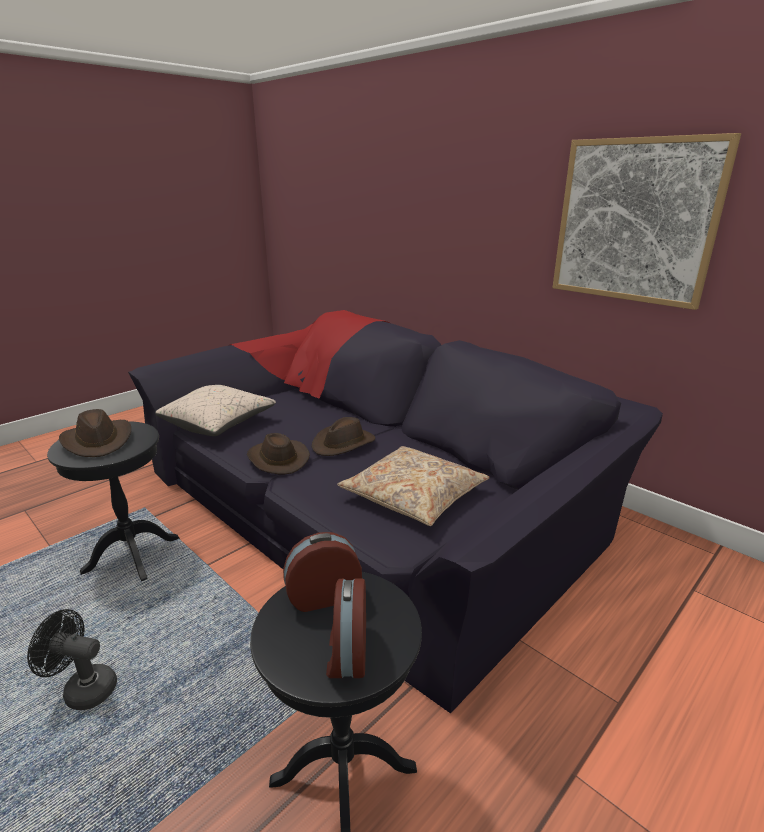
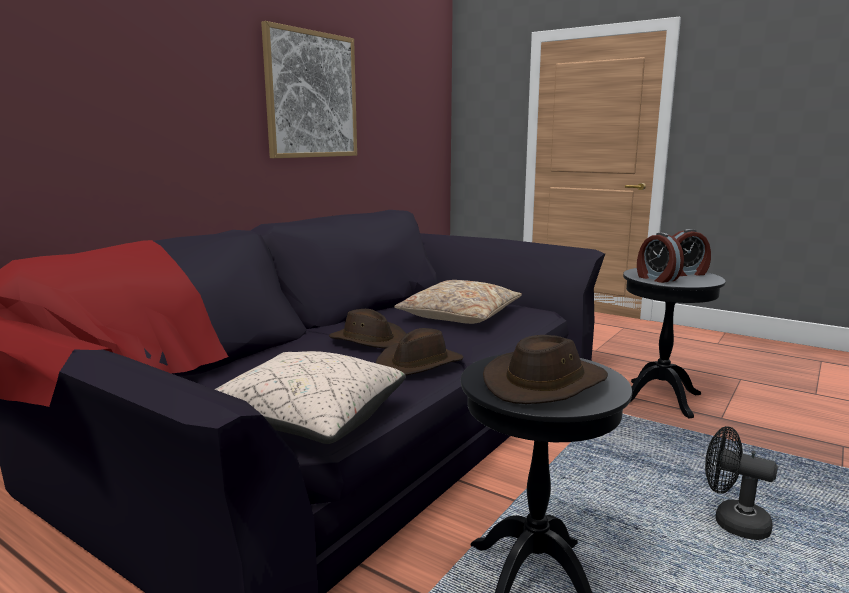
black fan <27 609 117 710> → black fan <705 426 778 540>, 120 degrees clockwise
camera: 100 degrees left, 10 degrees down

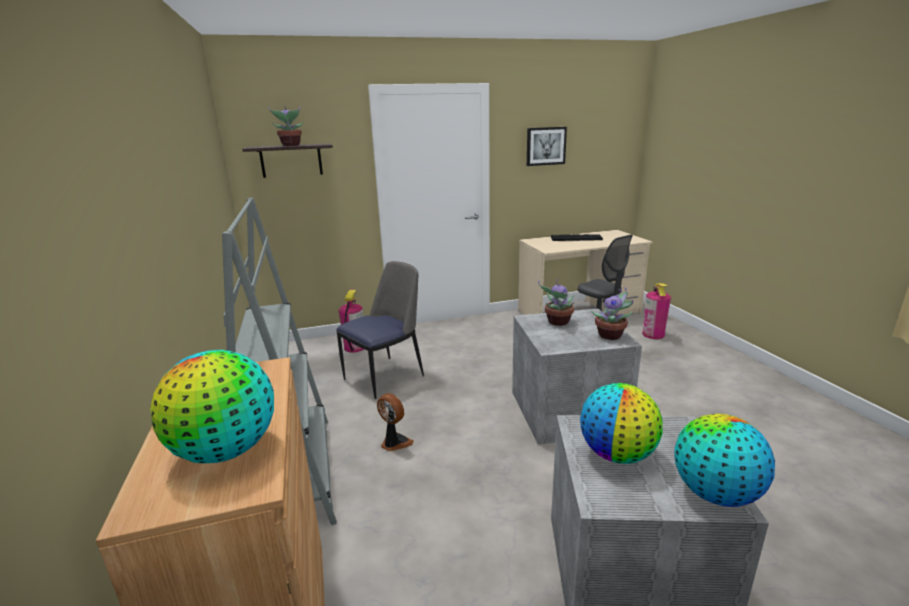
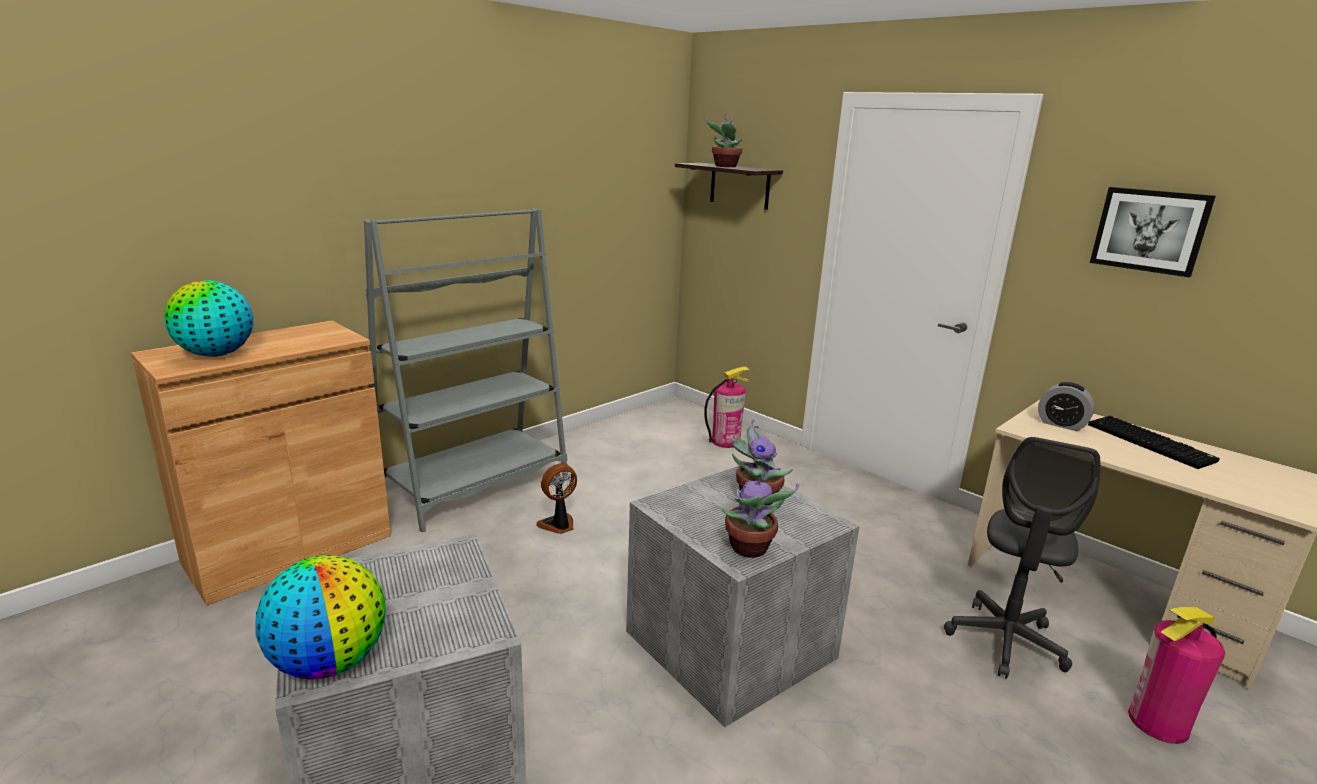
chair <336 261 424 399> → -
globe <580 383 663 464> → -
- → alarm clock <1038 382 1095 431>
fan <377 393 414 452> → fan <536 463 577 534>, 135 degrees counterclockwise
camera: 60 degrees right, 0 degrees up

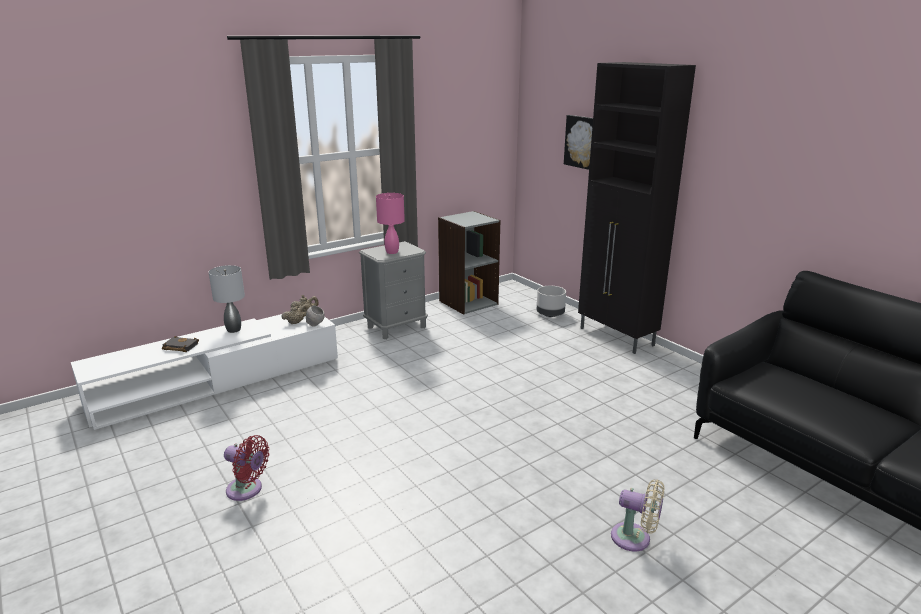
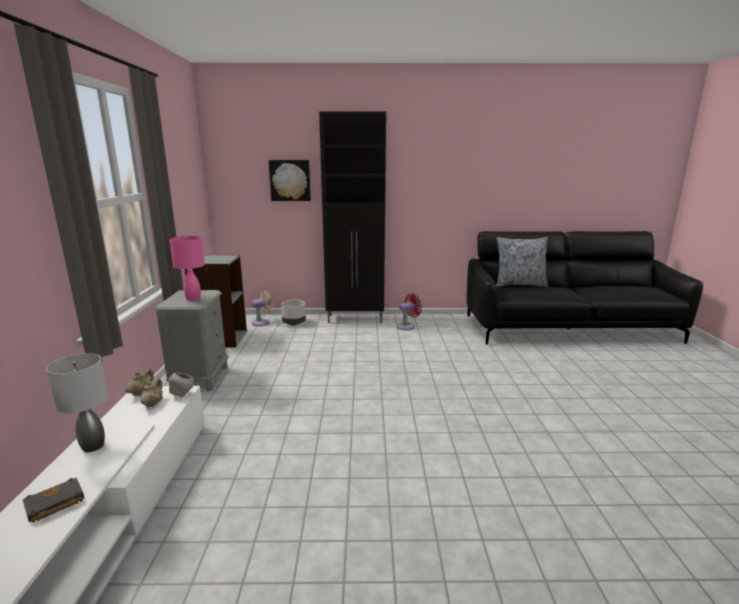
- → pillow <496 237 548 287>
red fan <224 435 269 501> → red fan <397 294 422 330>, moved
beige fan <611 480 664 552> → beige fan <252 290 273 326>, moved
camera: 55 degrees left, 5 degrees down

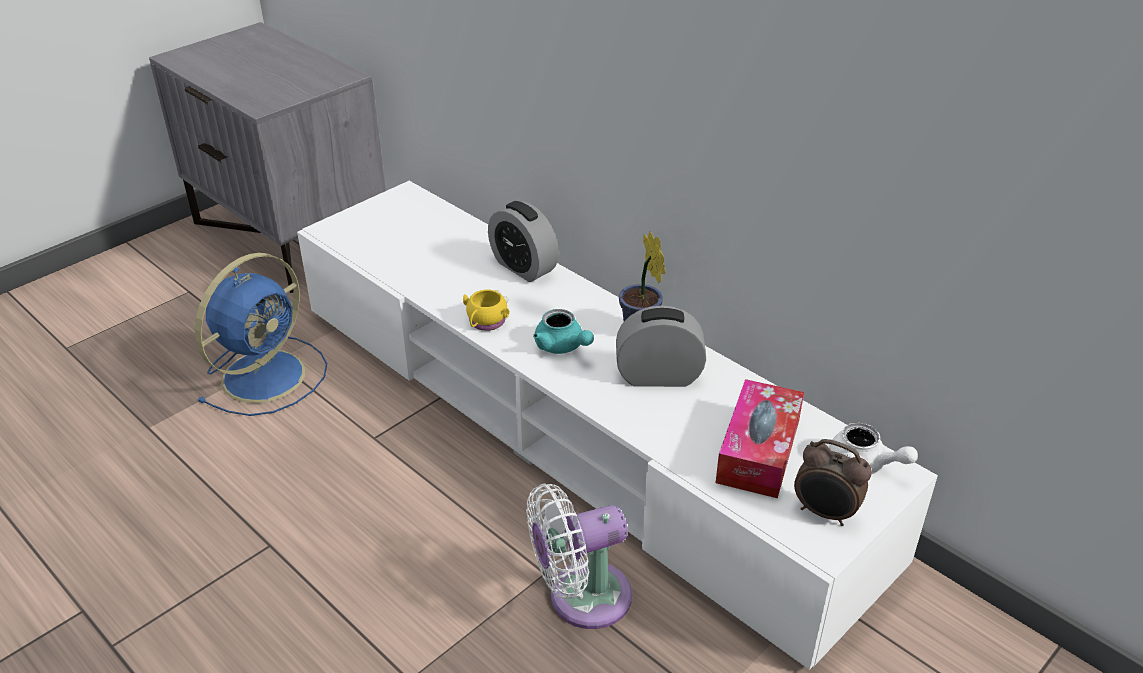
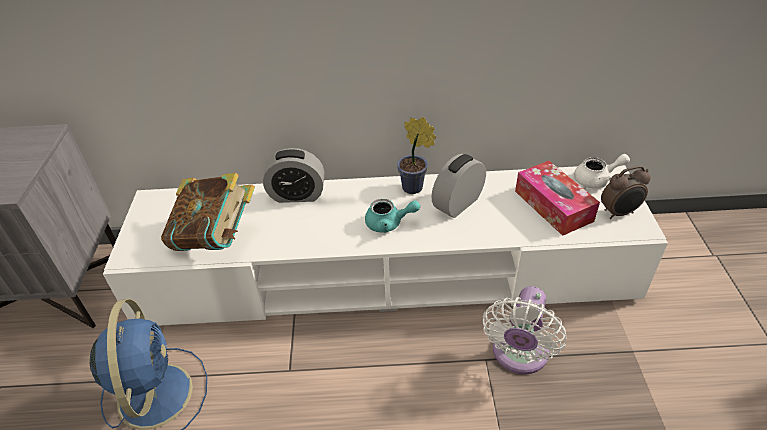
yellow mug <463 289 510 331> → -
- → book <161 173 255 251>
camera: 45 degrees left, 5 degrees up

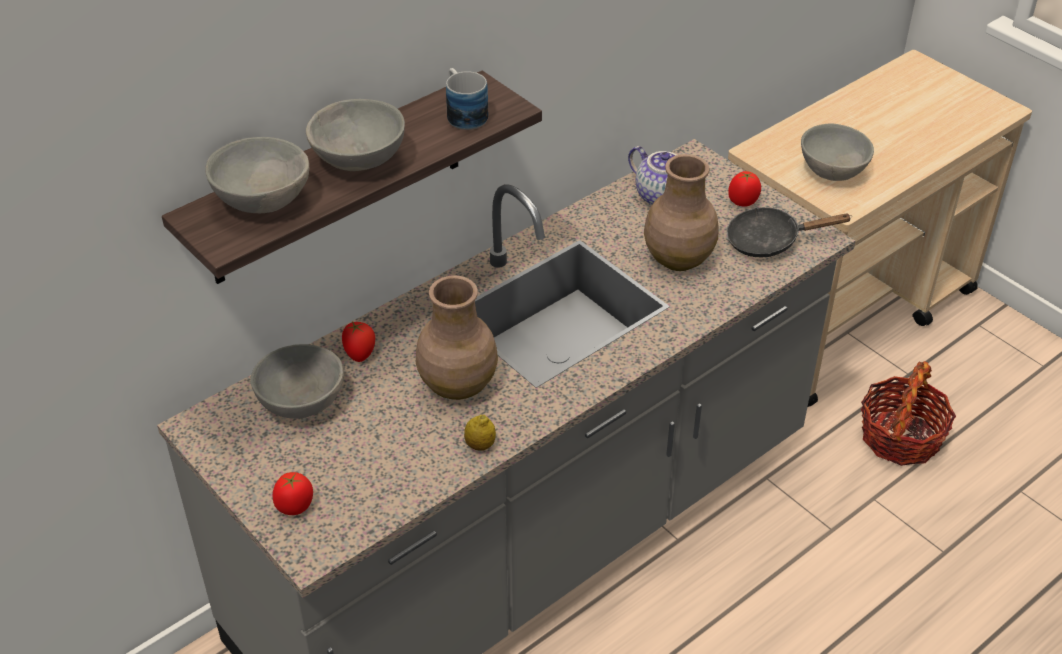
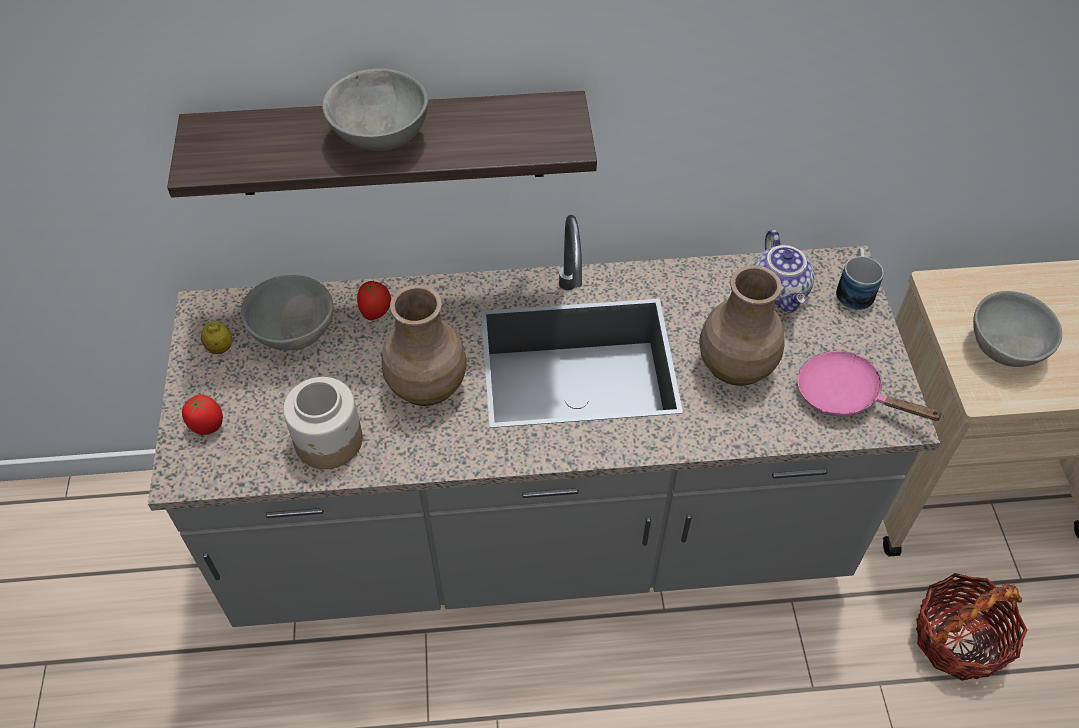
grey bowl <205 137 309 213> → -
tomato <728 171 761 207> → -
- → jar <283 377 363 469>
mug <446 68 488 130> → mug <836 247 884 310>, moved
lemon <464 415 496 451> → lemon <201 321 232 354>, moved
black frying pan <726 207 852 257> → pink frying pan <797 351 944 421>
camera: 35 degrees right, 10 degrees up

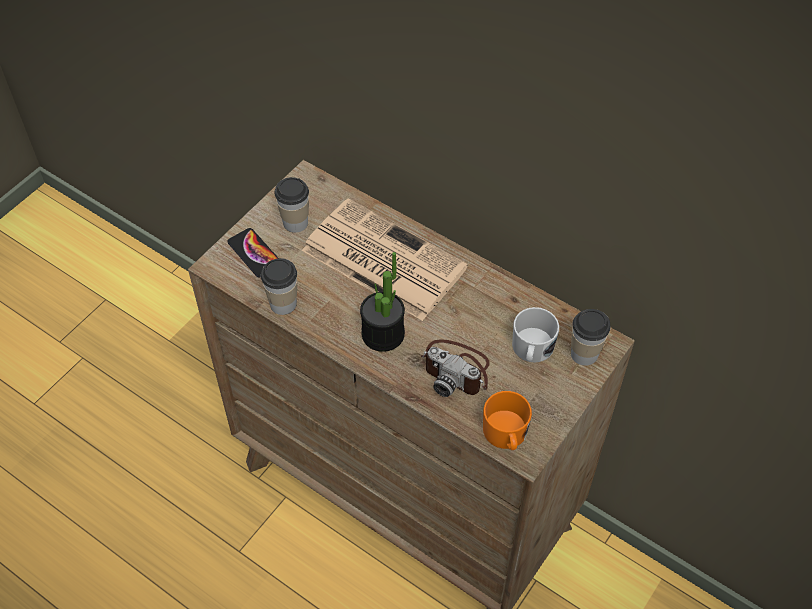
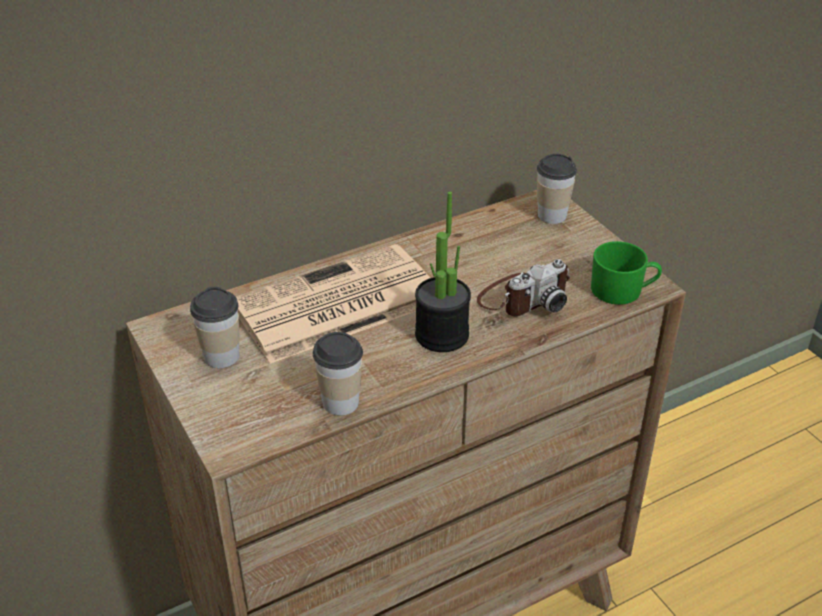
phone <227 228 278 278> → -
white mug <512 307 559 363> → -
orange mug <483 391 532 450> → green mug <591 241 662 305>
camera: 65 degrees left, 15 degrees down

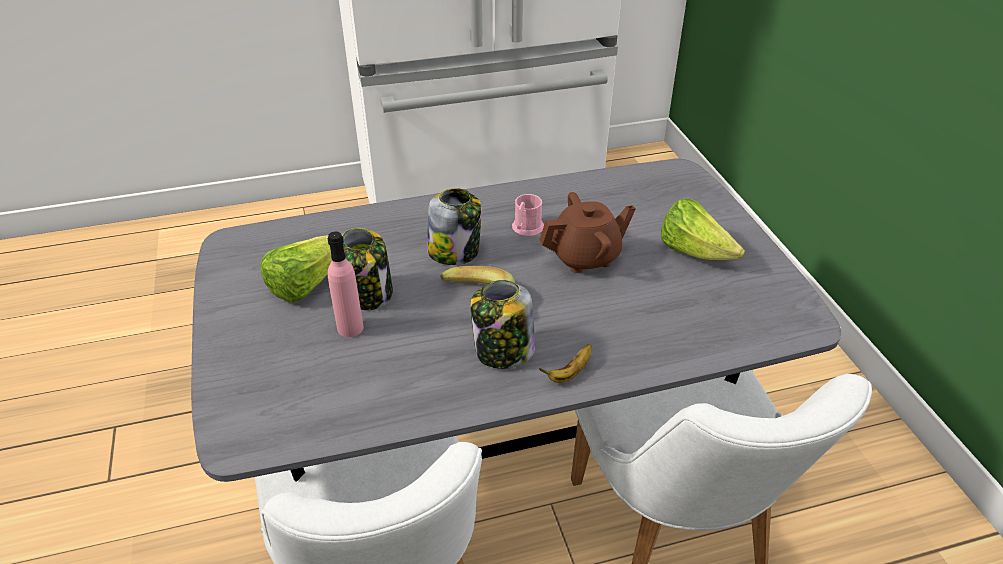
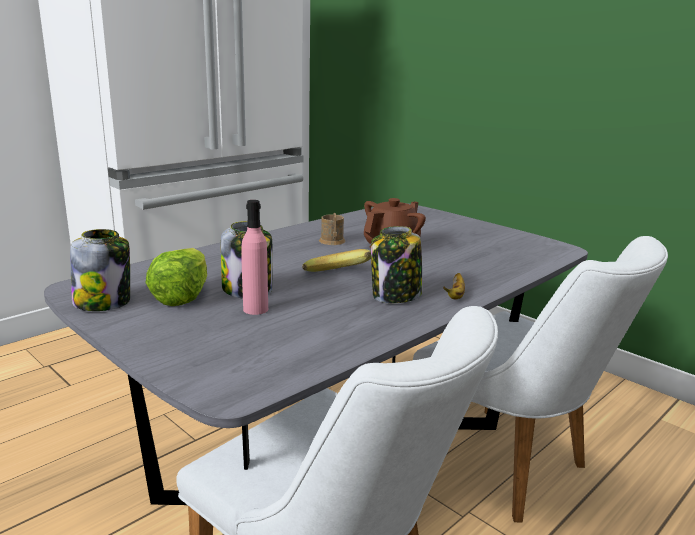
lettuce <661 198 745 260> → -
jar <427 188 482 265> → jar <70 229 130 311>, moved
pink mug <512 194 544 236> → brown mug <319 213 346 245>
camera: 30 degrees left, 20 degrees down

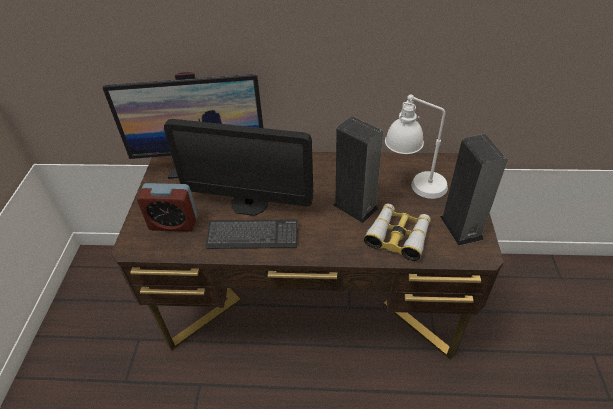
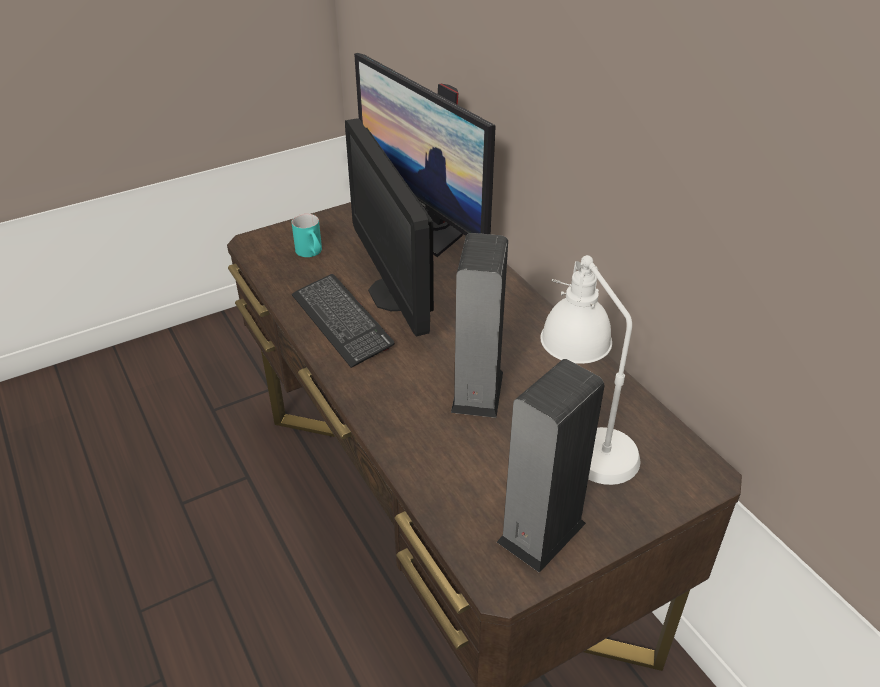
binoculars <364 204 431 261> → -
alarm clock <137 183 198 232> → turquoise mug <291 214 322 257>
camera: 55 degrees right, 5 degrees down

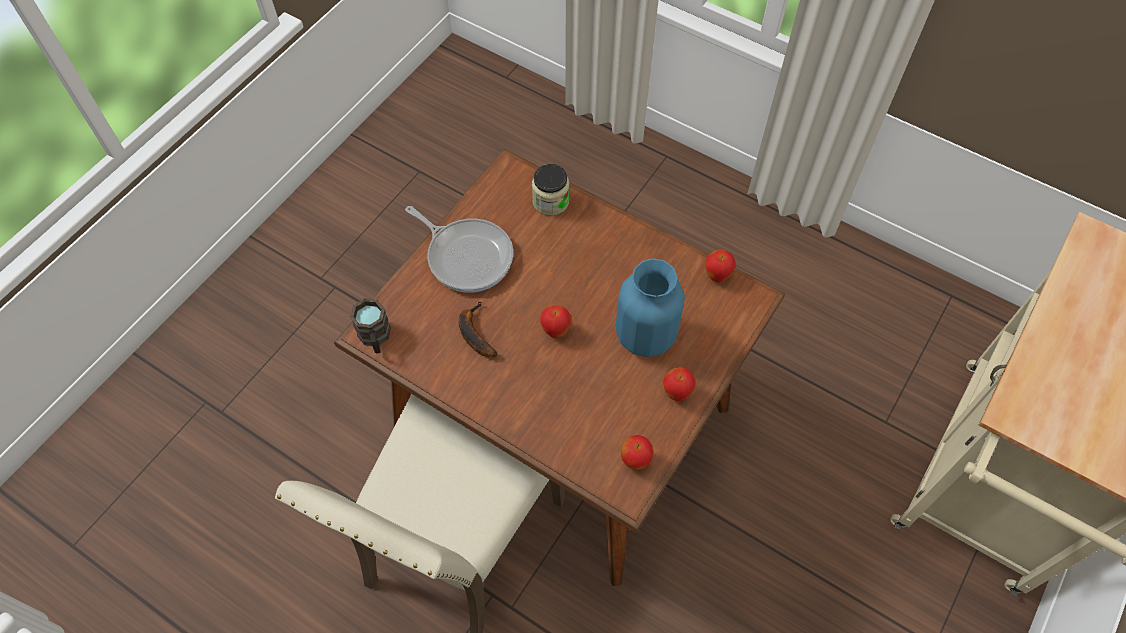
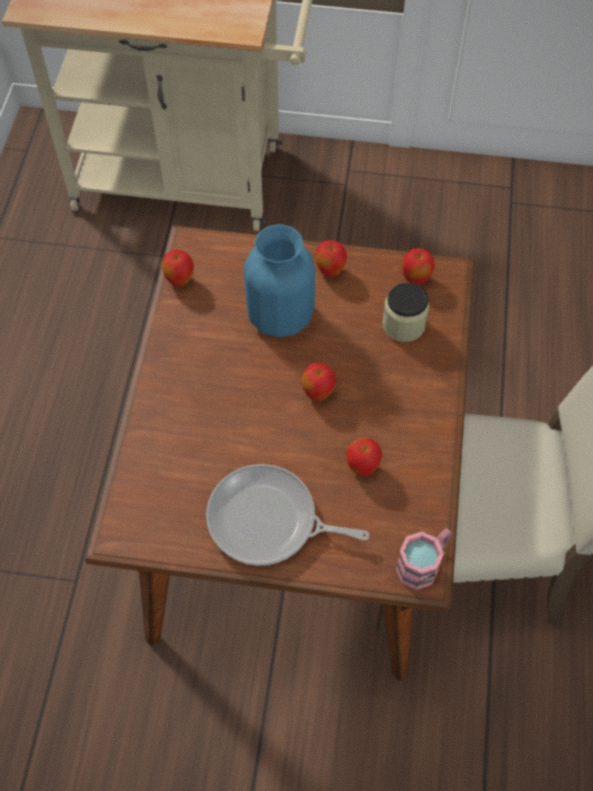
jar <532 164 569 216> → jar <382 283 429 342>, moved
banana <459 301 498 358> → apple <346 437 382 476>
brown mug <350 298 391 354> → pink mug <396 529 451 590>
frying pan <405 206 513 293> → frying pan <206 464 369 566>, 90 degrees counterclockwise
camera: 115 degrees left, 0 degrees up

